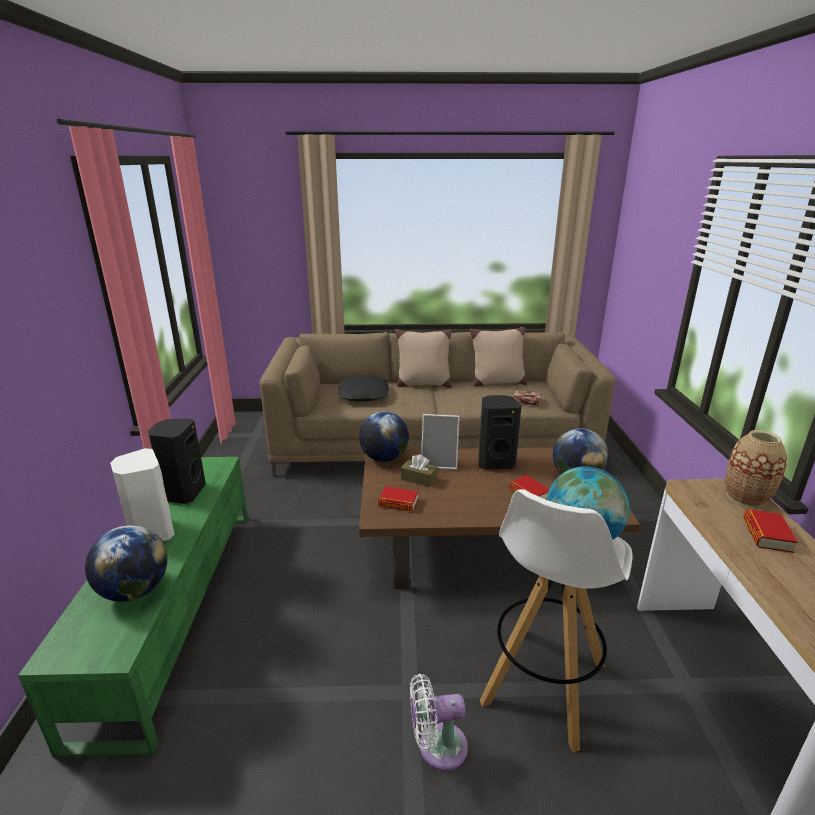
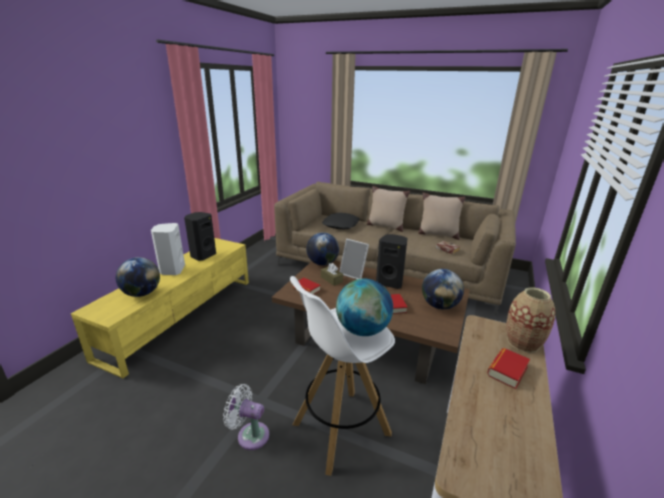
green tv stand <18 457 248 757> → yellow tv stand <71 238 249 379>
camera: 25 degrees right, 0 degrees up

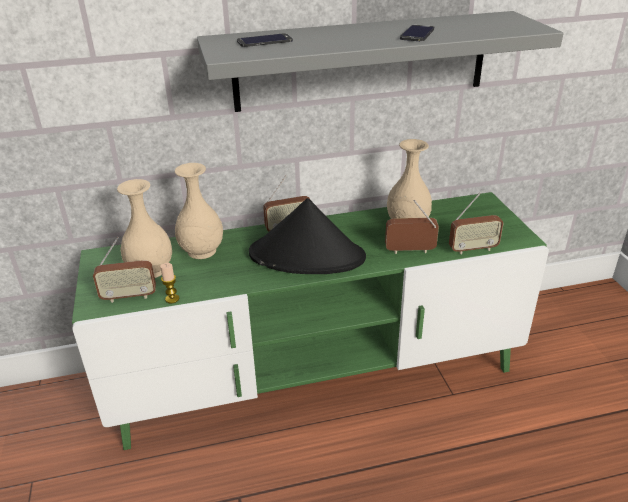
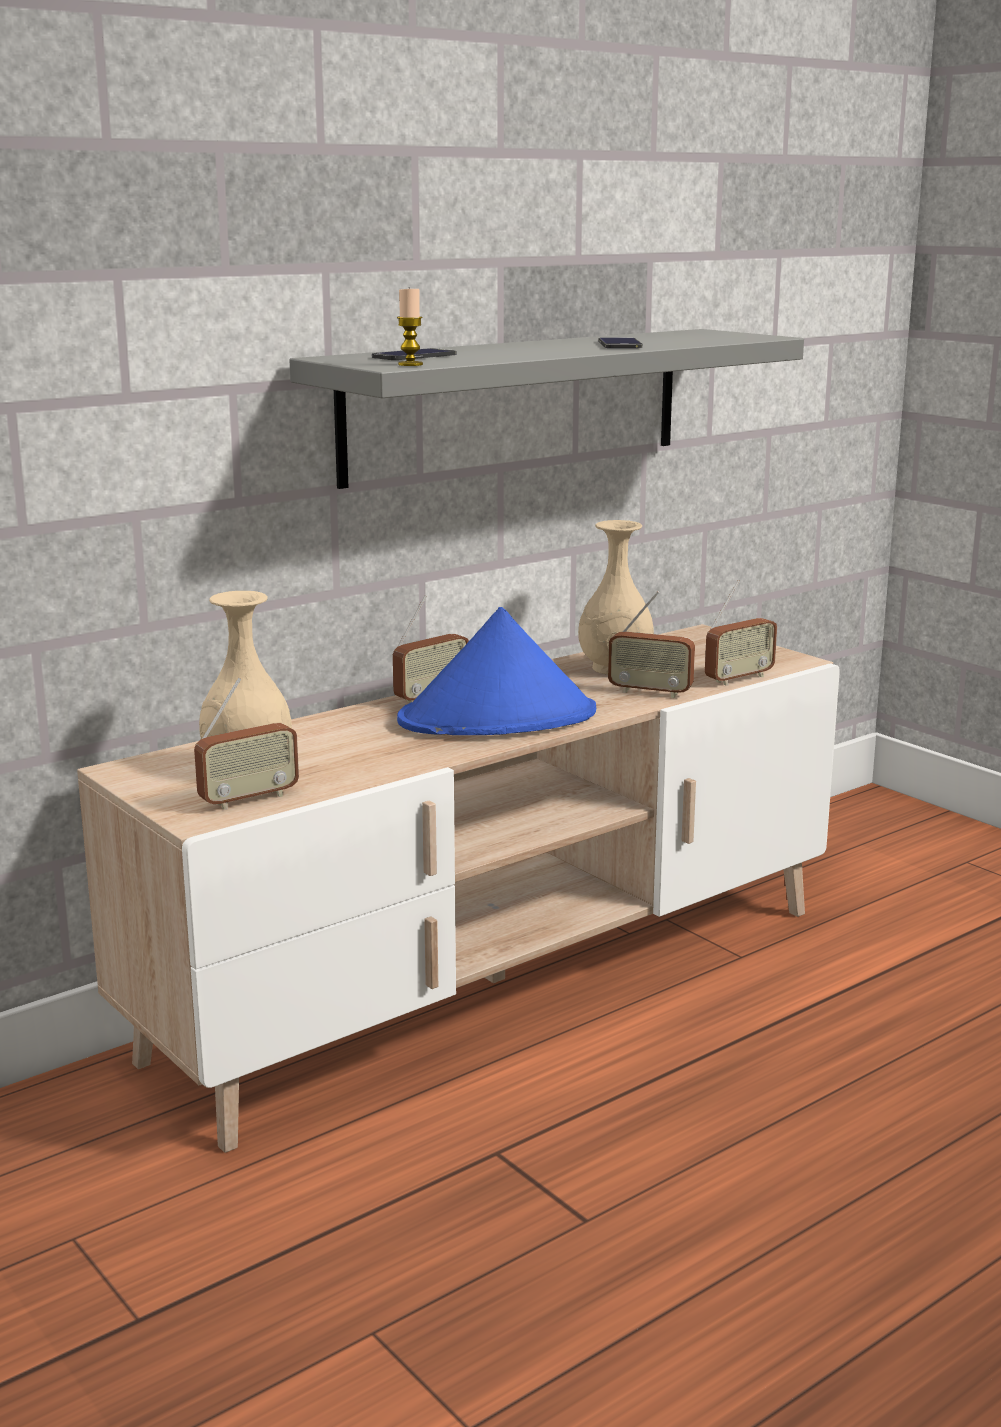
beige vase <175 163 223 259> → -
candle <160 263 179 303> → candle <397 288 423 366>, moved
green tv stand <72 192 549 450> → beige tv stand <77 624 840 1153>
black hat <249 198 366 274> → blue hat <397 607 596 735>
radio <385 200 439 254> → radio <608 591 695 698>, 135 degrees counterclockwise
camera: 25 degrees left, 15 degrees down

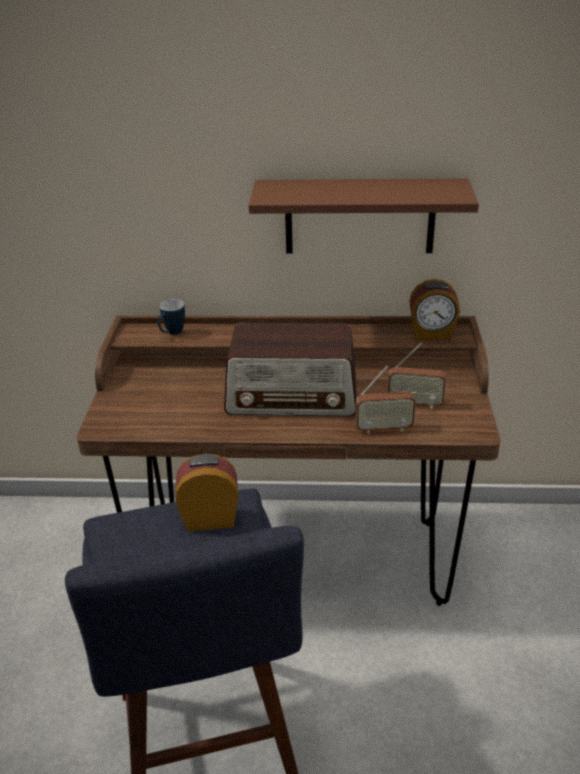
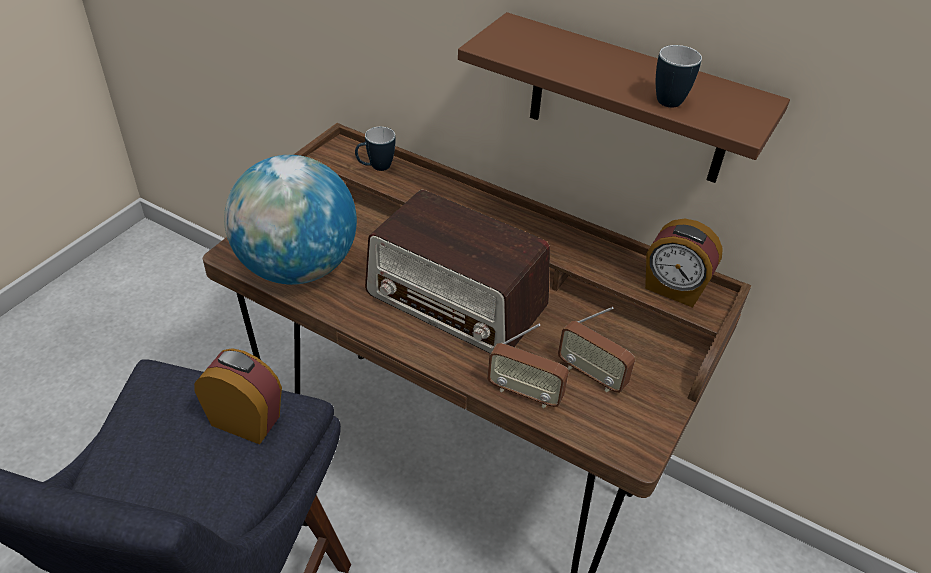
- → globe <224 155 357 285>
- → mug <656 45 702 108>
camera: 25 degrees right, 10 degrees up

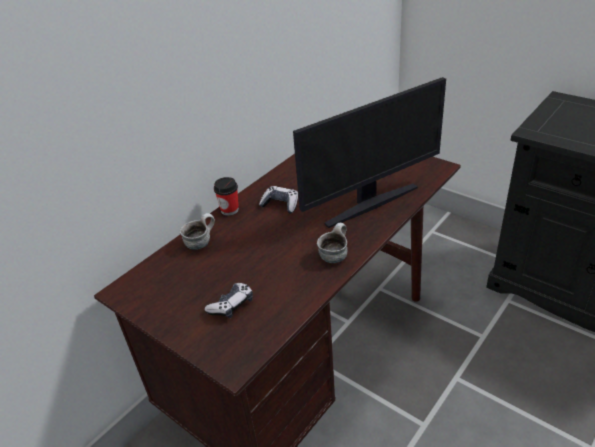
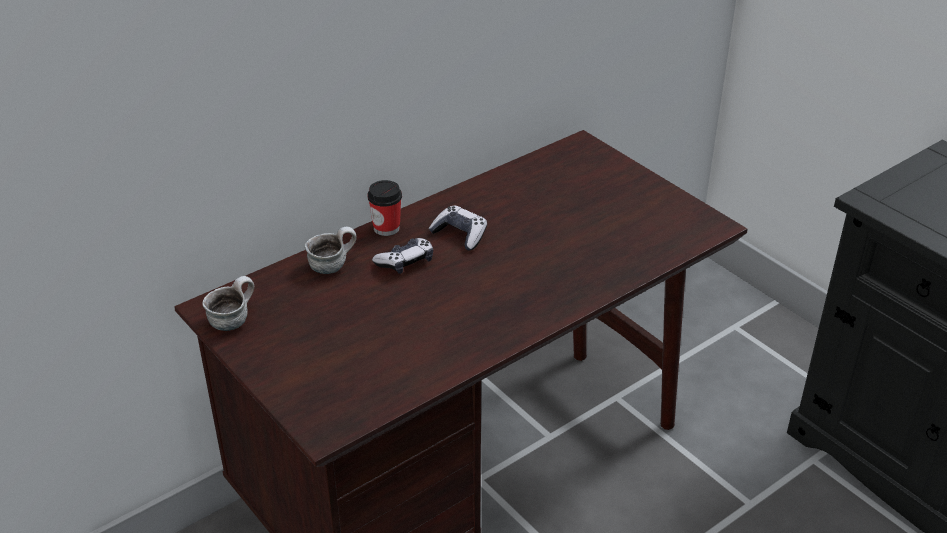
monitor <293 77 446 228> → -
game controller <204 283 253 318> → game controller <372 238 433 274>, moved
mug <317 223 347 263> → mug <202 276 254 331>, moved
camera: 10 degrees right, 0 degrees up

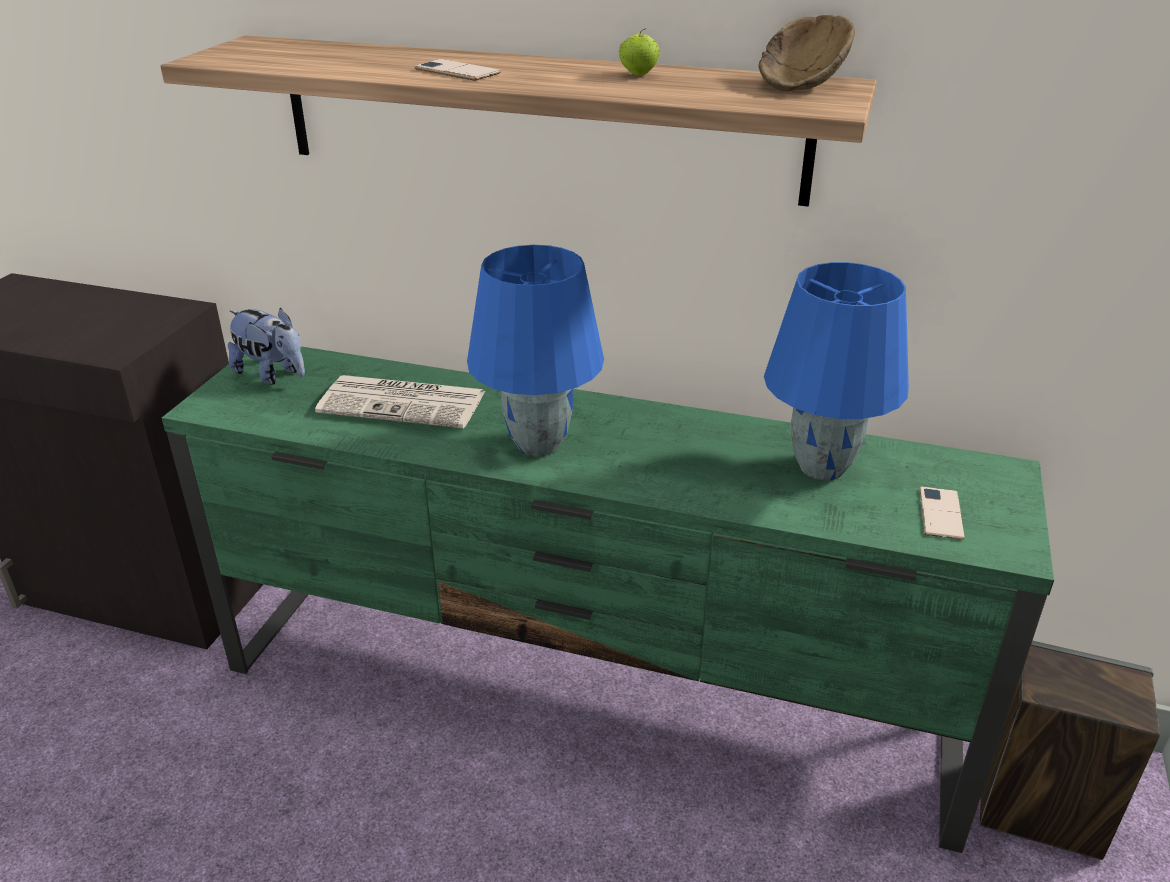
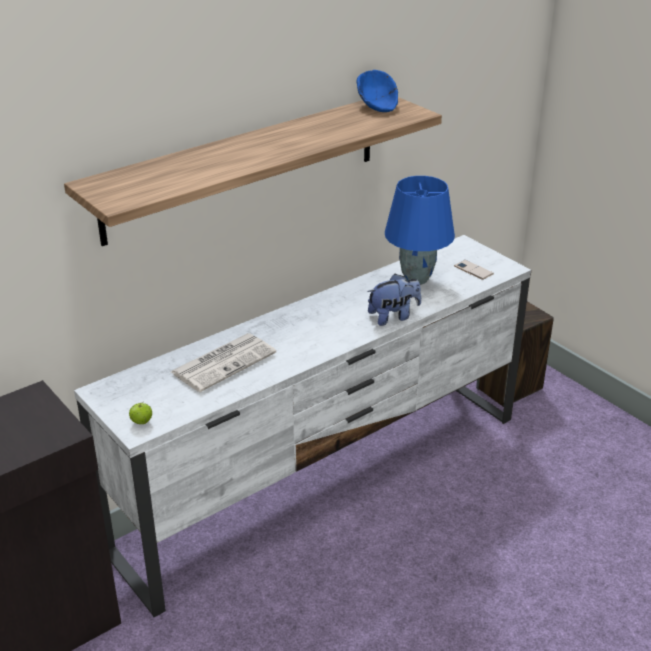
phone <414 59 501 81> → -
blue table lamp <467 245 604 457> → -
plush toy <227 308 305 385> → plush toy <367 274 421 326>, moved
apple <619 28 660 76> → apple <129 402 152 424>, moved
green tv stand <162 346 1054 853> → white tv stand <74 235 531 617>
brown bowl <759 15 855 92> → blue bowl <356 70 398 112>
camera: 55 degrees left, 0 degrees up

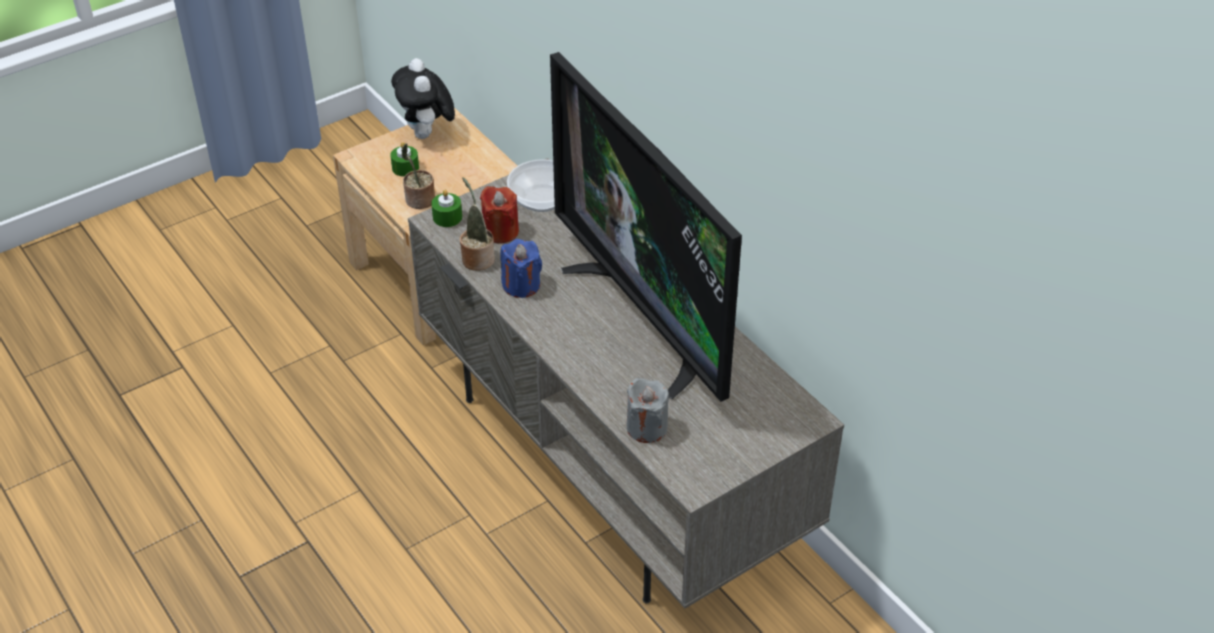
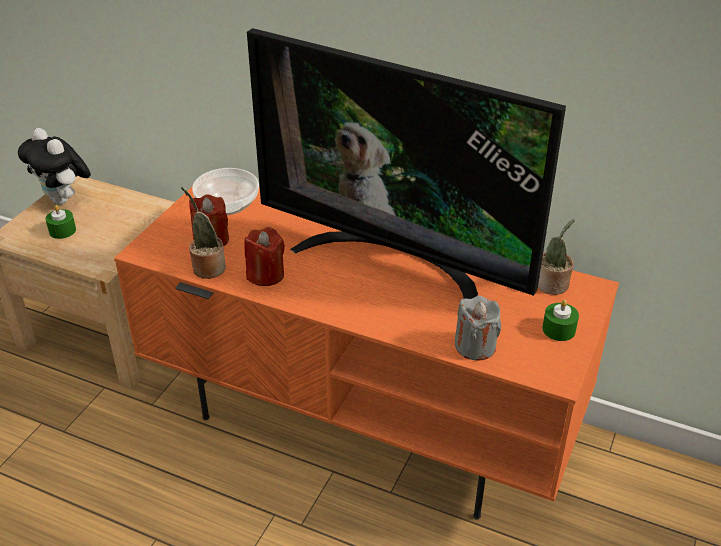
potted plant <401 143 435 209> → potted plant <538 219 575 295>, moved
green candle <431 190 462 227> → green candle <542 299 579 341>, moved
grey tv stand <408 158 844 608> → orange tv stand <114 187 619 520>
blue candle <500 239 542 298> → red candle <244 227 285 286>
camera: 30 degrees left, 5 degrees down

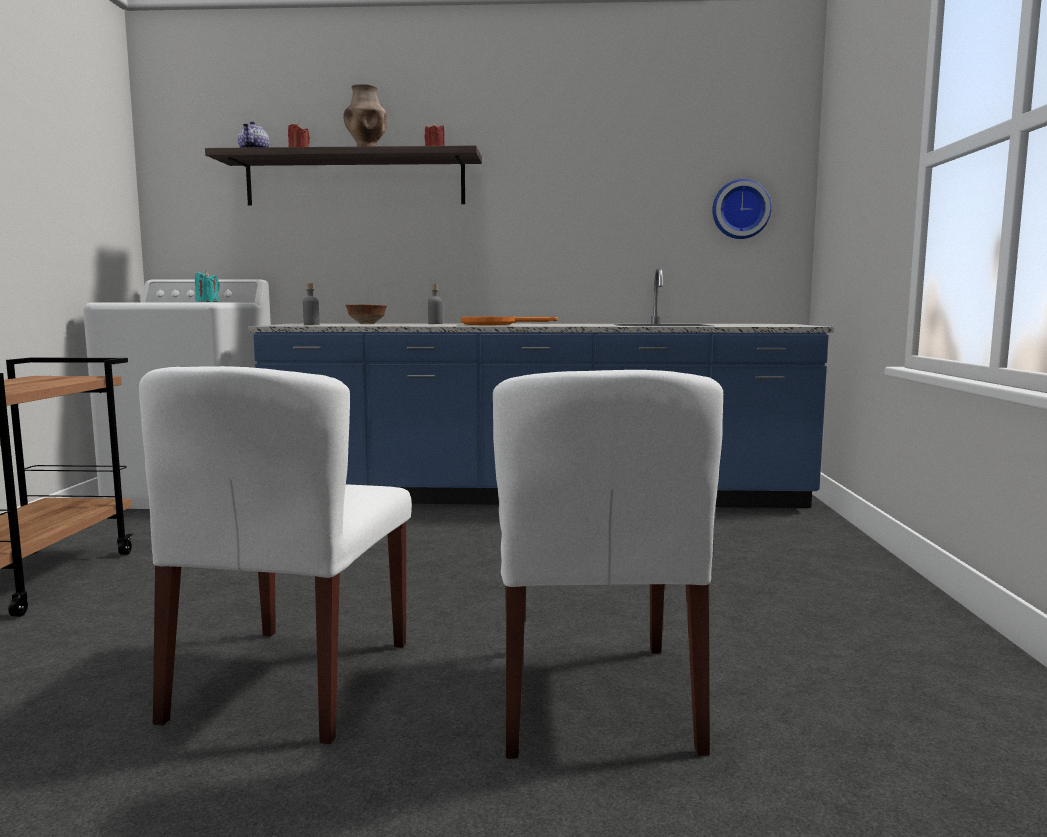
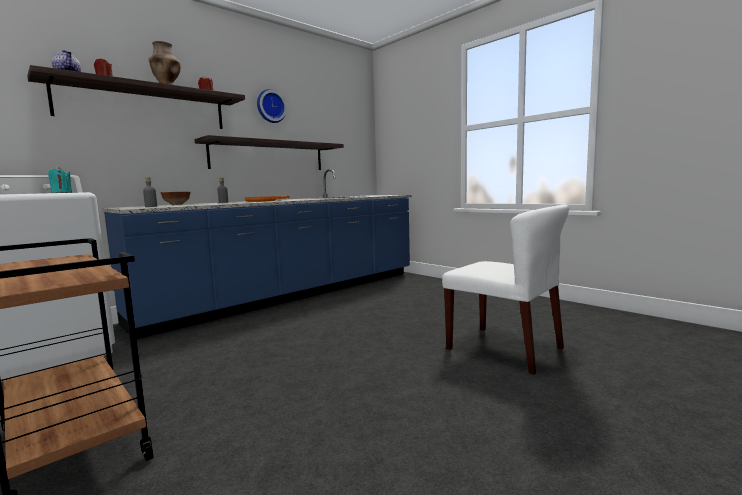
white chair <139 366 412 744> → -
- → shelf <195 135 344 170>
wall clock <712 179 772 239> → wall clock <257 89 287 123>, moved
camera: 45 degrees left, 0 degrees up

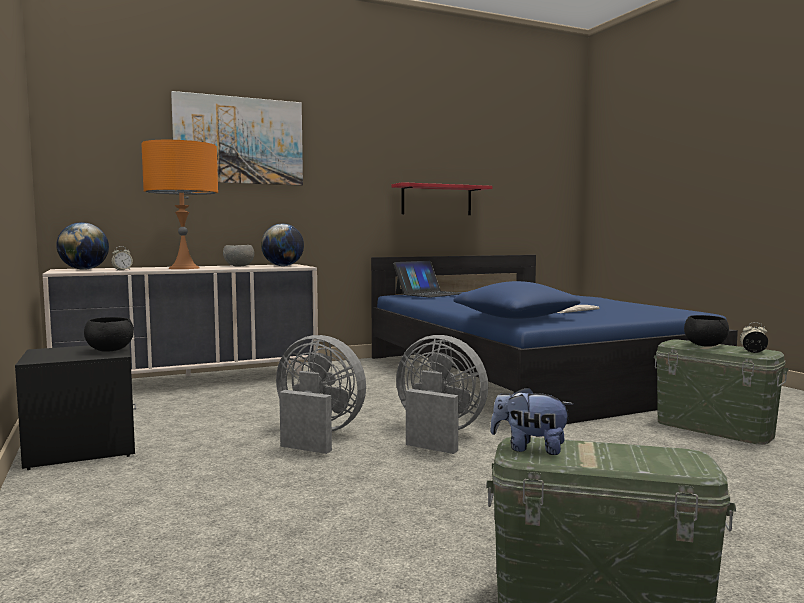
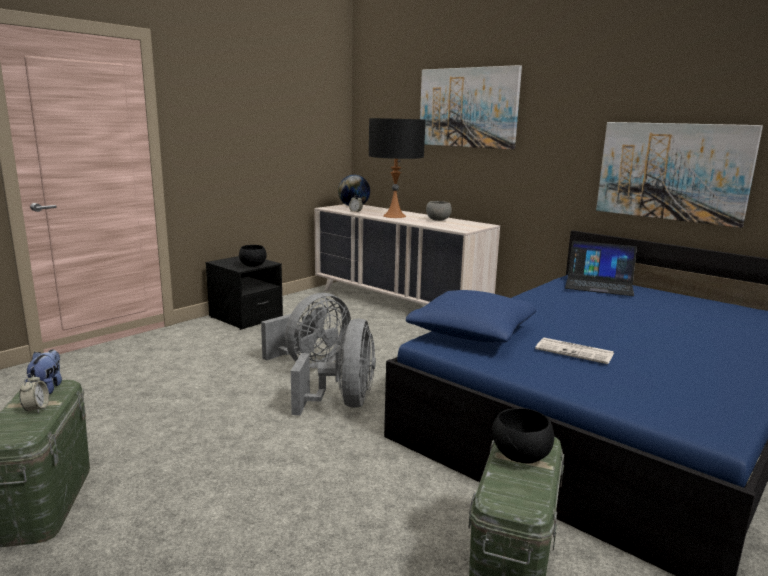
globe <261 223 304 266> → -
alarm clock <740 322 768 353> → alarm clock <19 373 49 414>, moved
red shelf <391 182 493 215> → picture <596 122 763 228>
orange table lamp <141 140 218 269> → black table lamp <369 118 425 218>
grey fan <276 335 366 454> → grey fan <261 293 351 368>, 45 degrees clockwise
camera: 65 degrees right, 10 degrees up

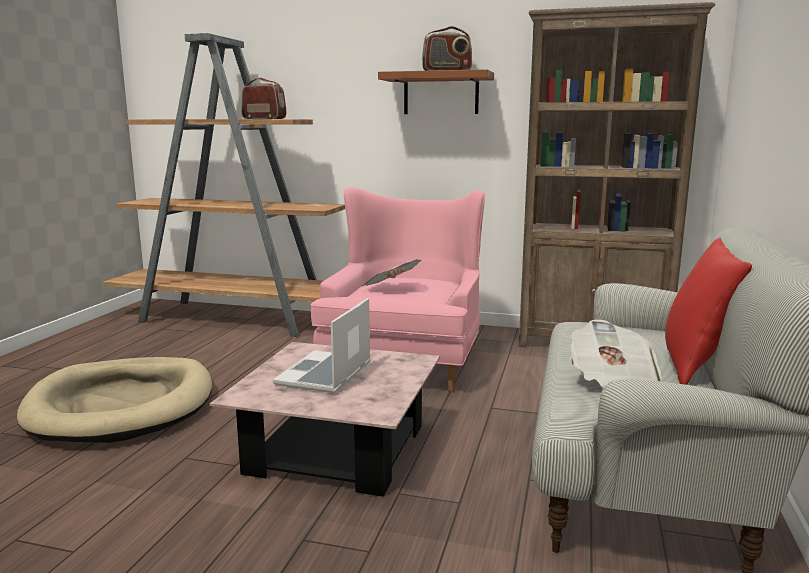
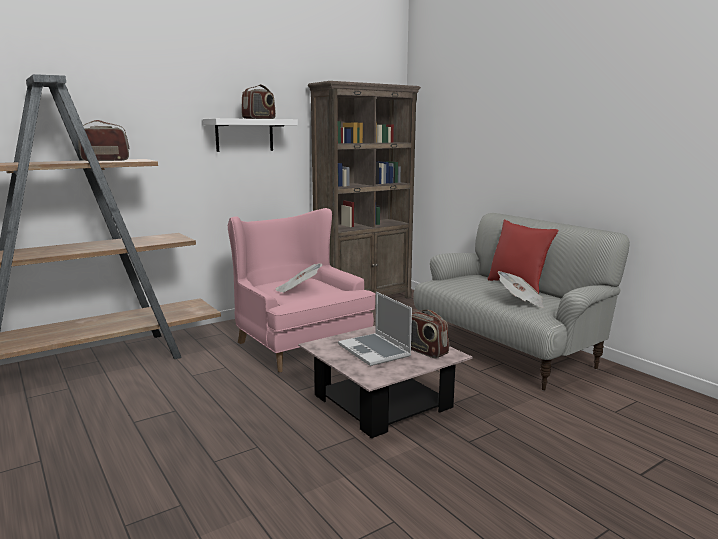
beige dog bed <17 357 212 443> → -
- → radio <411 309 449 358>
brown shelf <378 69 494 114> → white shelf <203 118 298 152>
camera: 50 degrees left, 0 degrees up

